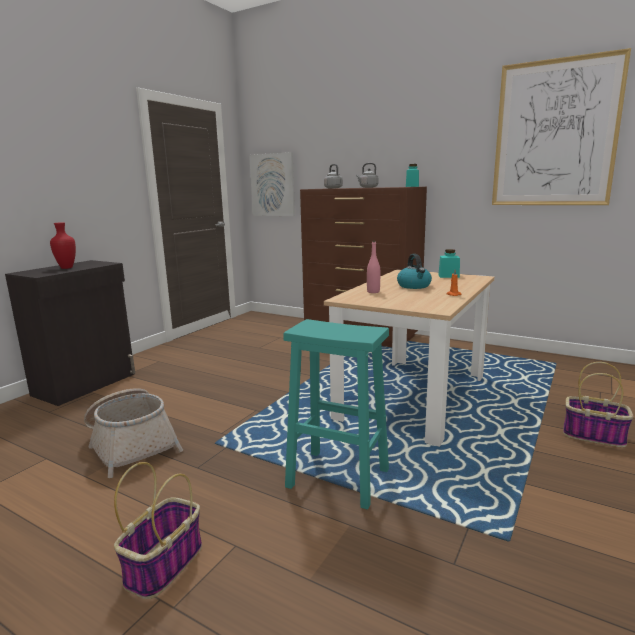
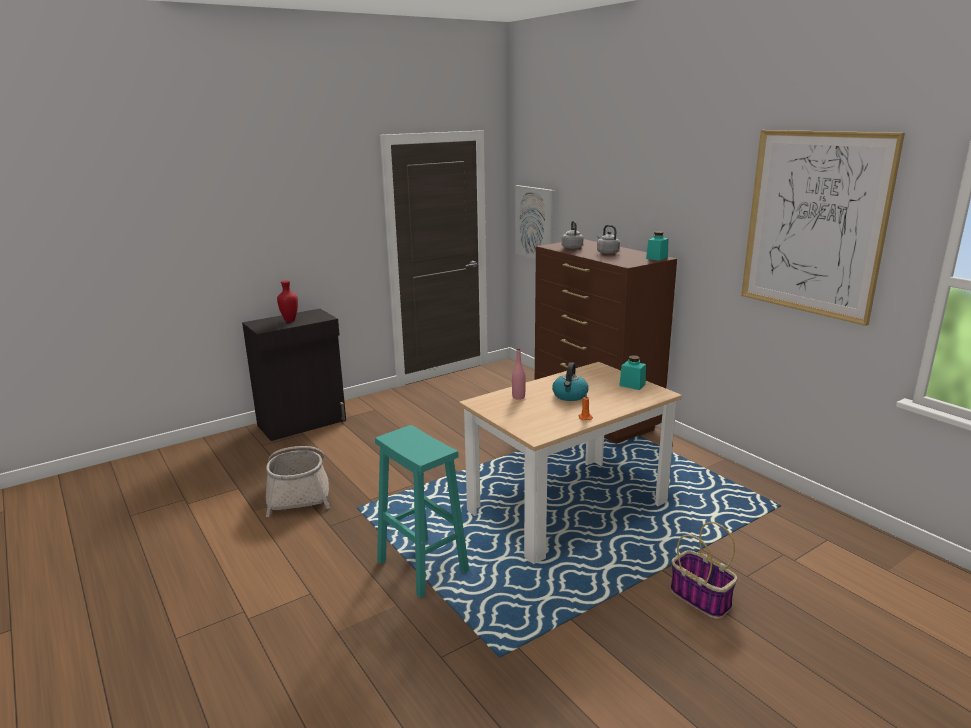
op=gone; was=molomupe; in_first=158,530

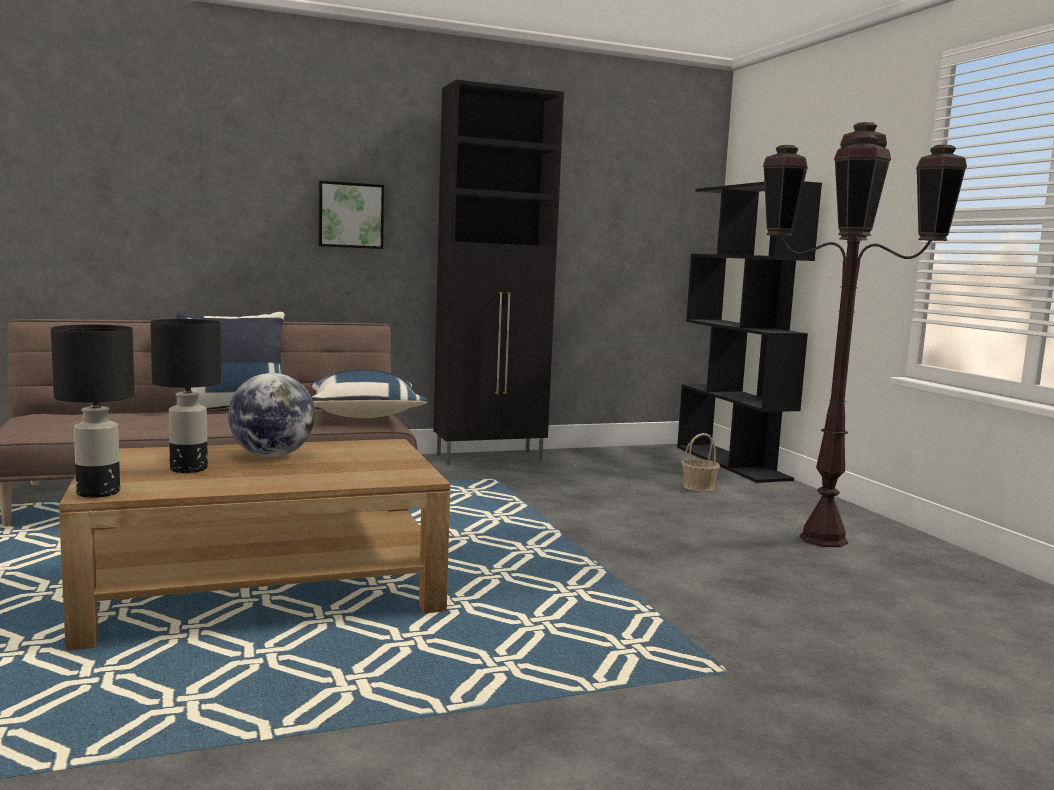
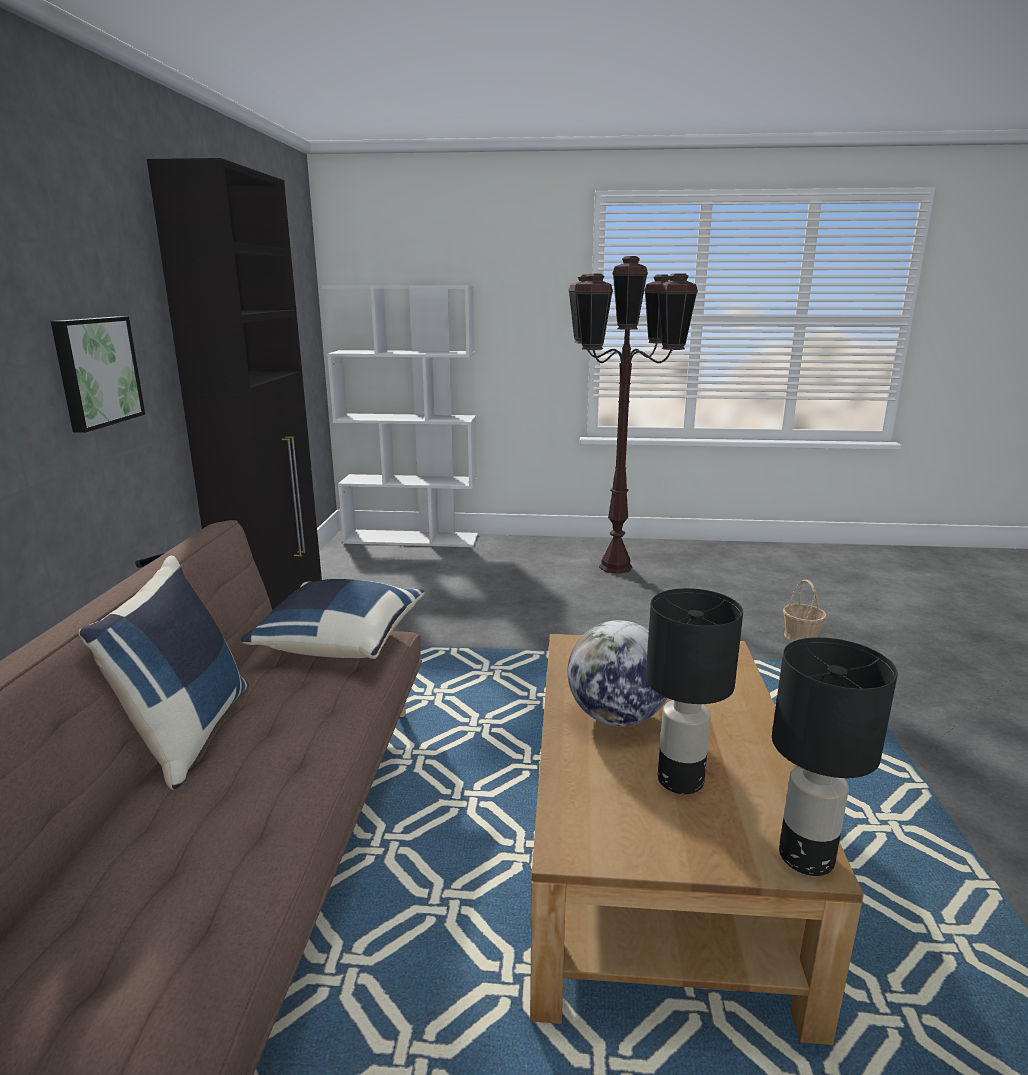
op=shifted; was=molomupe; in_first=700,462; in_second=805,610
op=repainted; was=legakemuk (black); now=legakemuk (white); in_first=749,332; in_second=400,416

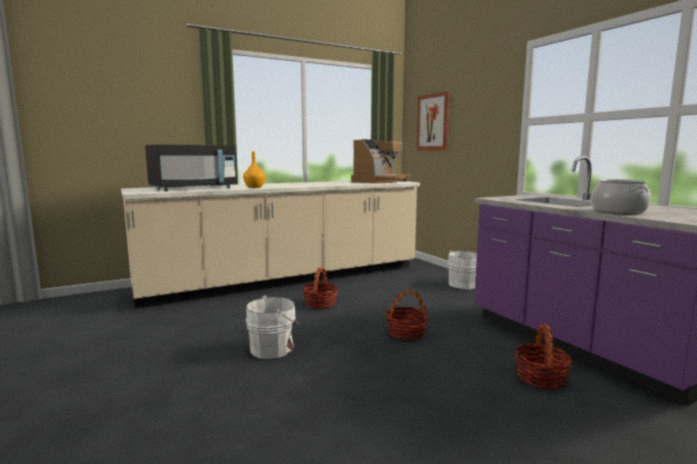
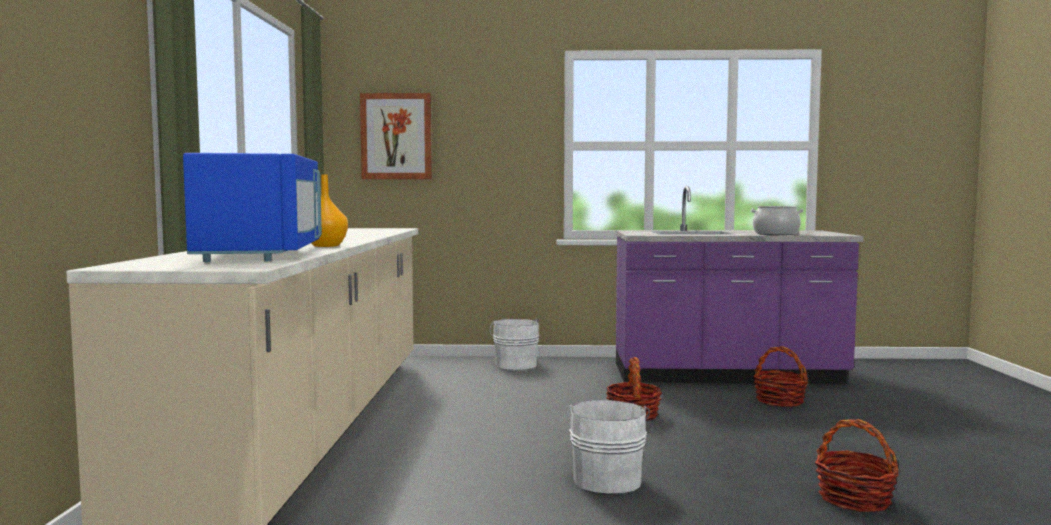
op=gone; was=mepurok; in_first=380,161
op=shifted; was=molomupe; in_first=320,288; in_second=857,465
op=repainted; was=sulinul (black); now=sulinul (blue); in_first=191,167; in_second=252,207

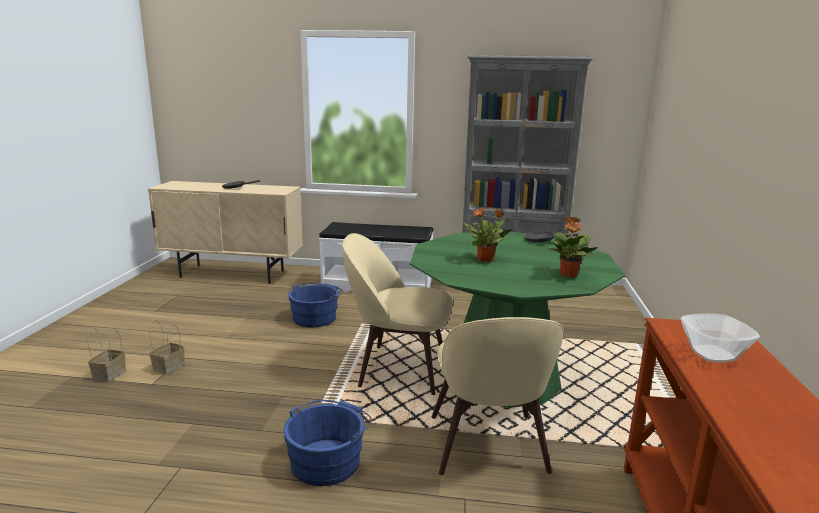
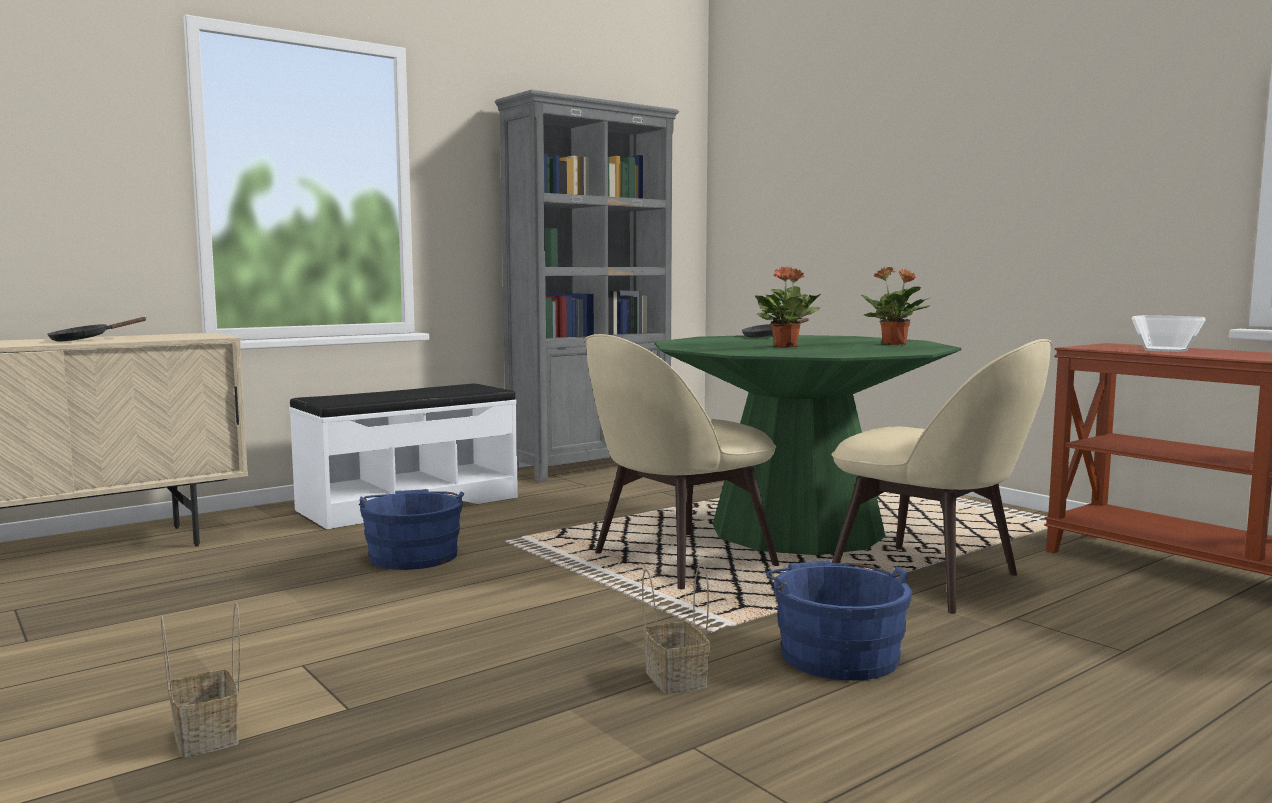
op=shifted; was=molomupe; in_first=167,347; in_second=676,628

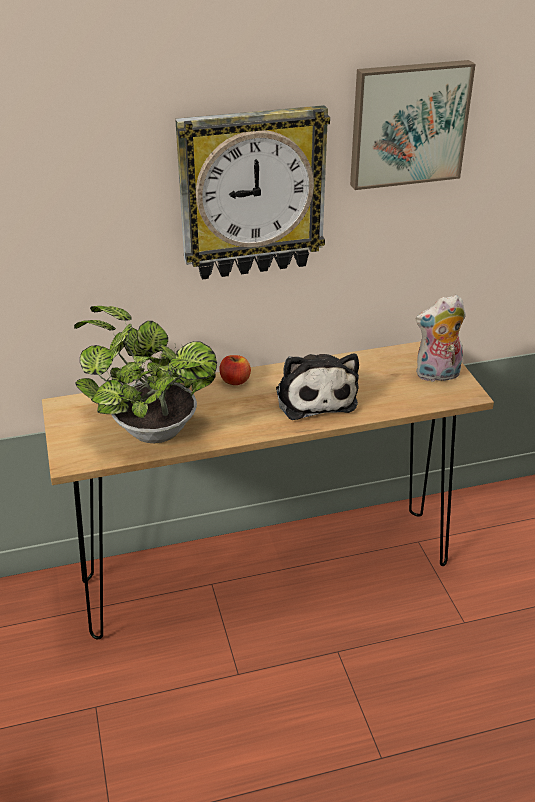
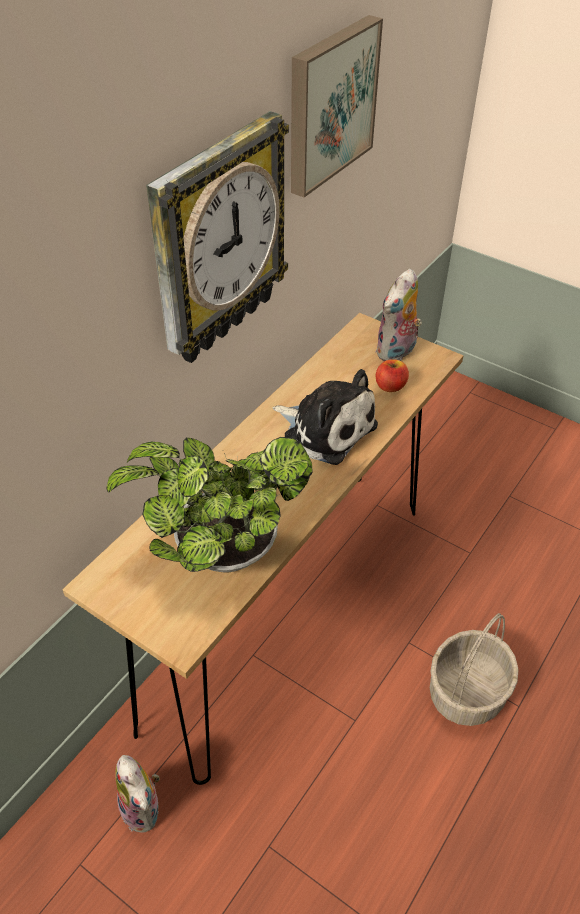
op=new; now=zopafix; in_second=137,793
op=new; now=molomupe; in_second=474,669
op=shifted; was=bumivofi; in_first=235,370; in_second=392,375

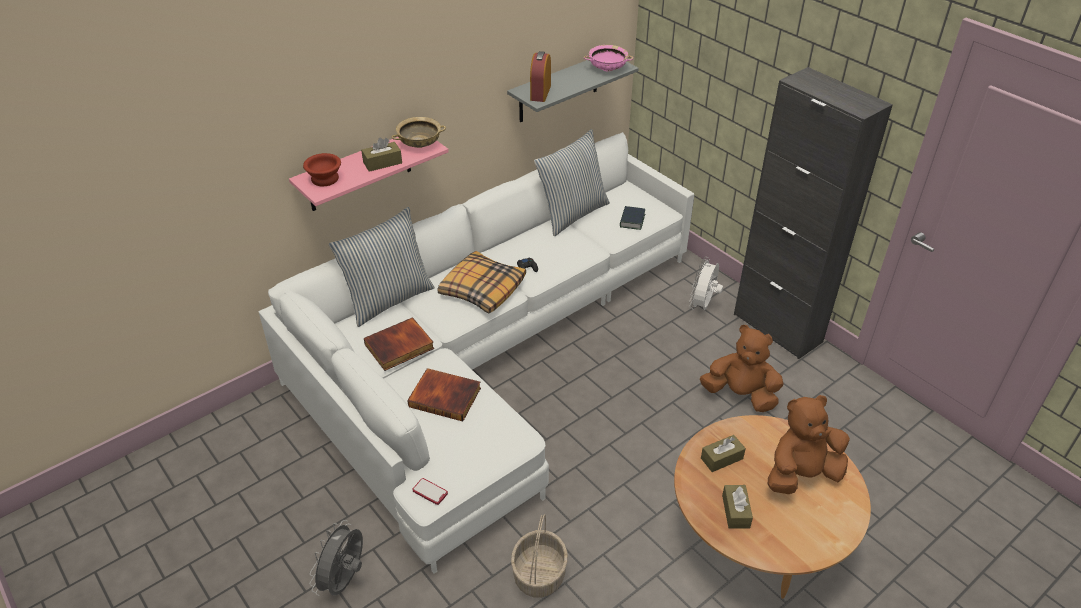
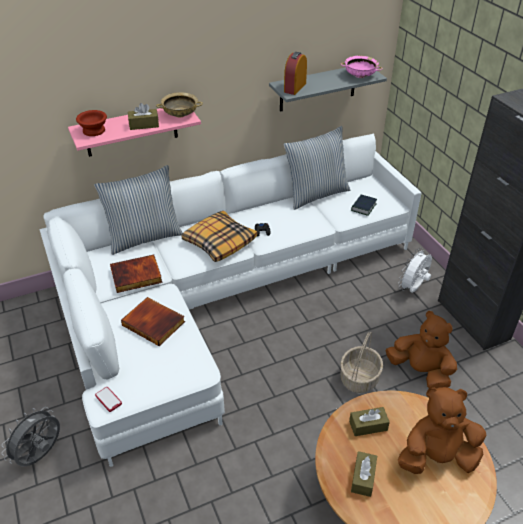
op=shifted; was=molomupe; in_first=539,555; in_second=361,362

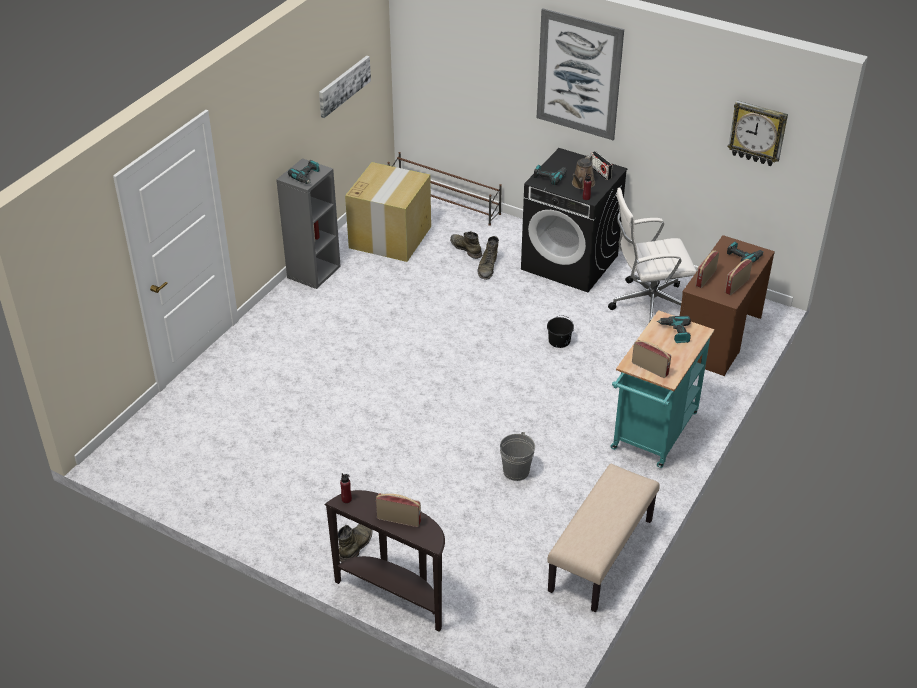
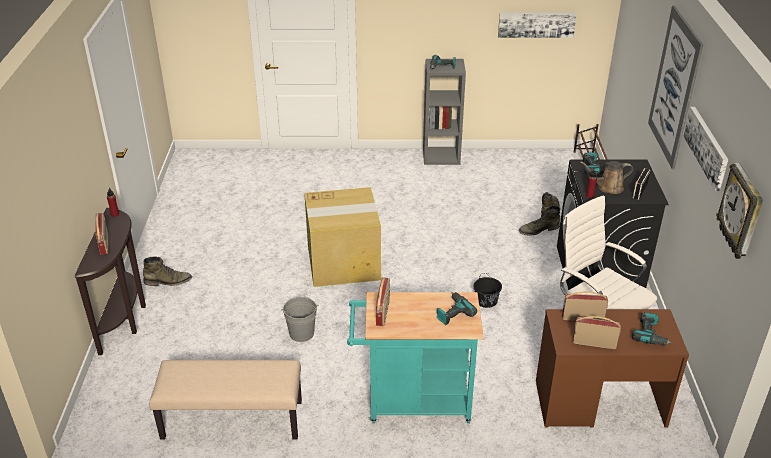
op=new; now=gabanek; in_second=706,149
op=shifted; was=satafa; in_first=388,212; in_second=342,237

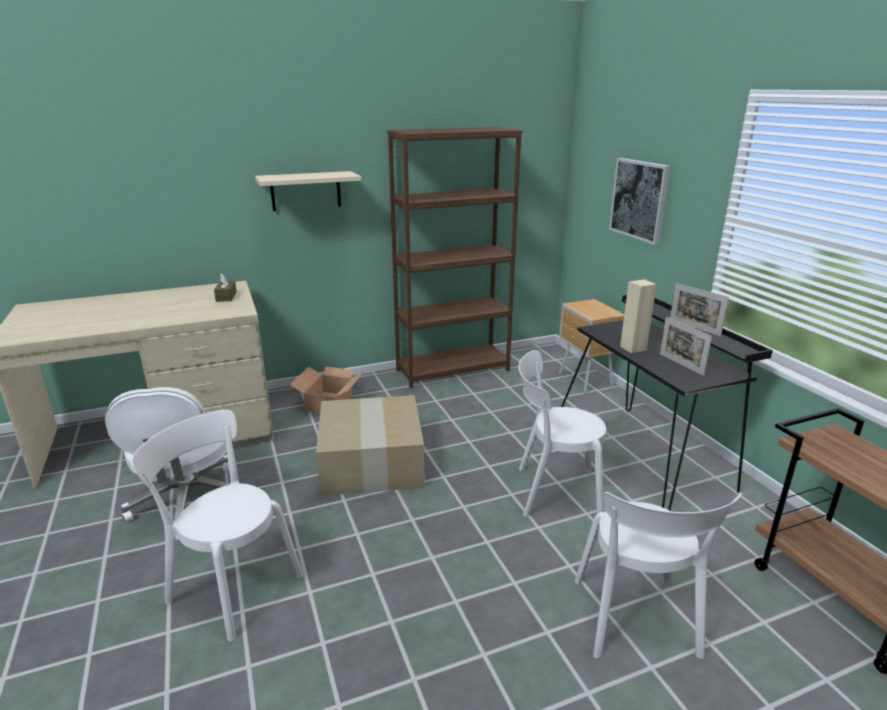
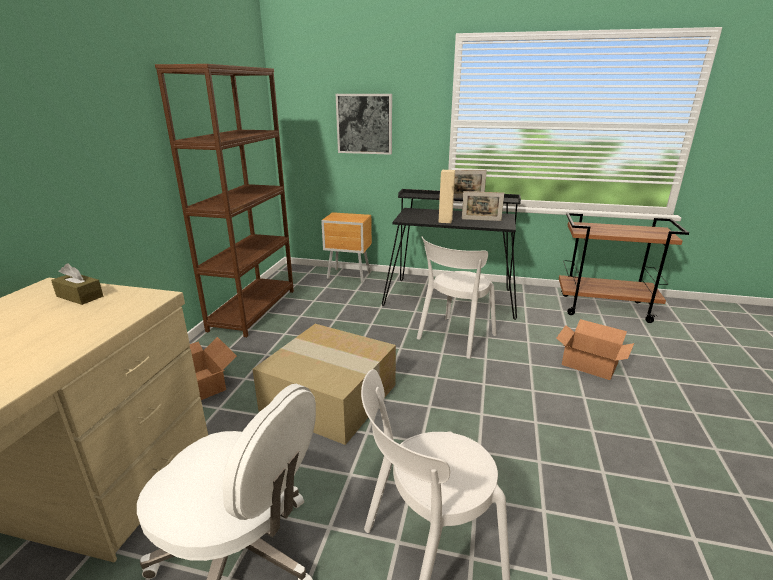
op=gone; was=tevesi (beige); in_first=308,191
op=swapped; was=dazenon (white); now=satafa; in_first=658,575; in_second=595,349

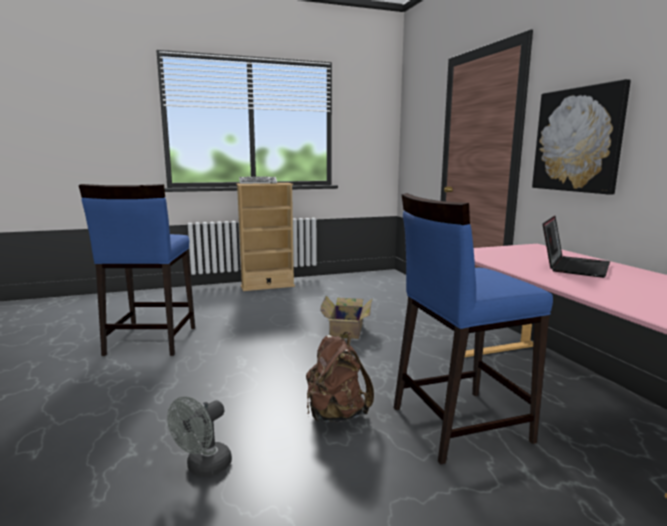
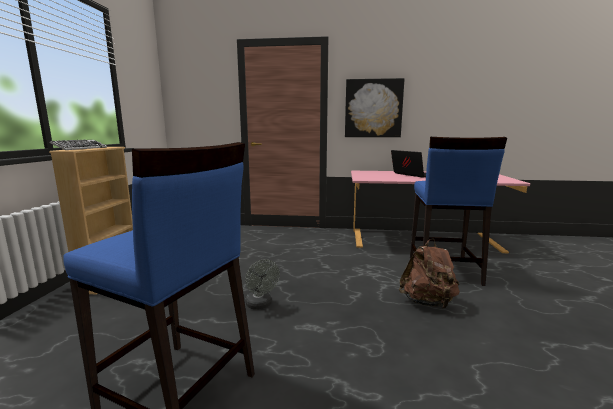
op=gone; was=satafa; in_first=346,317
op=shifted; was=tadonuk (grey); in_first=199,436; in_second=262,284

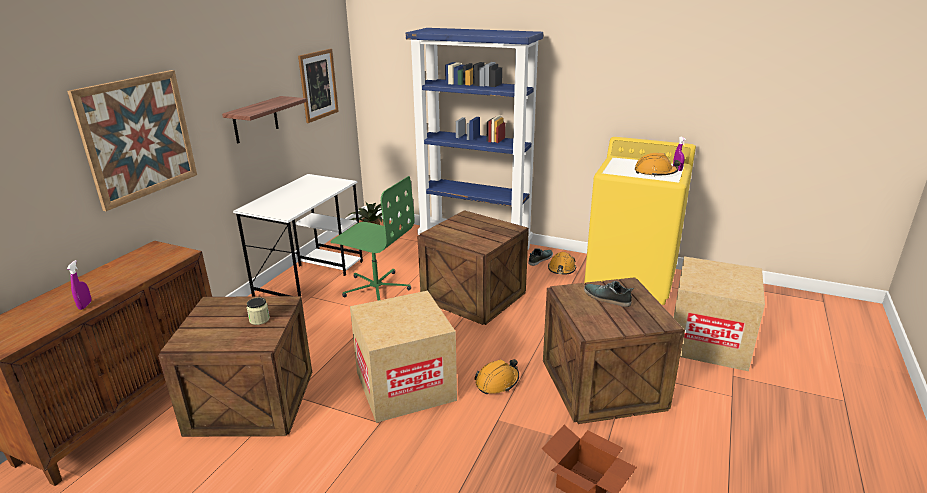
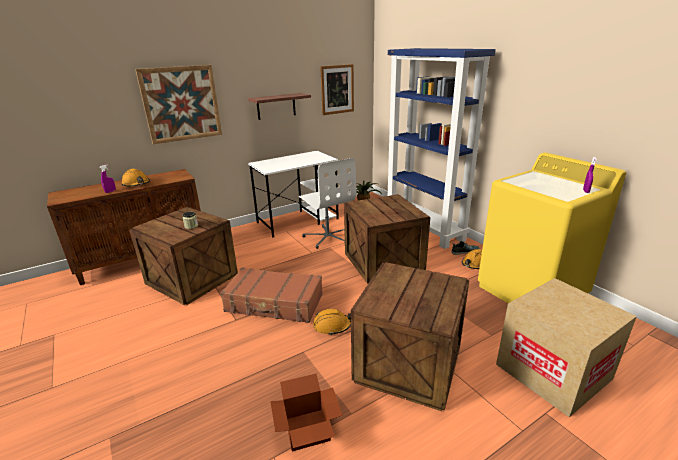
op=gone; was=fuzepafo; in_first=609,294
op=shifted; was=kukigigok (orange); in_first=657,165; in_second=135,178
op=swapped; was=satafa; now=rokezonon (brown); in_first=403,357; in_second=271,295
op=repainted; was=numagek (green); now=numagek (white); in_first=372,238; in_second=327,203

